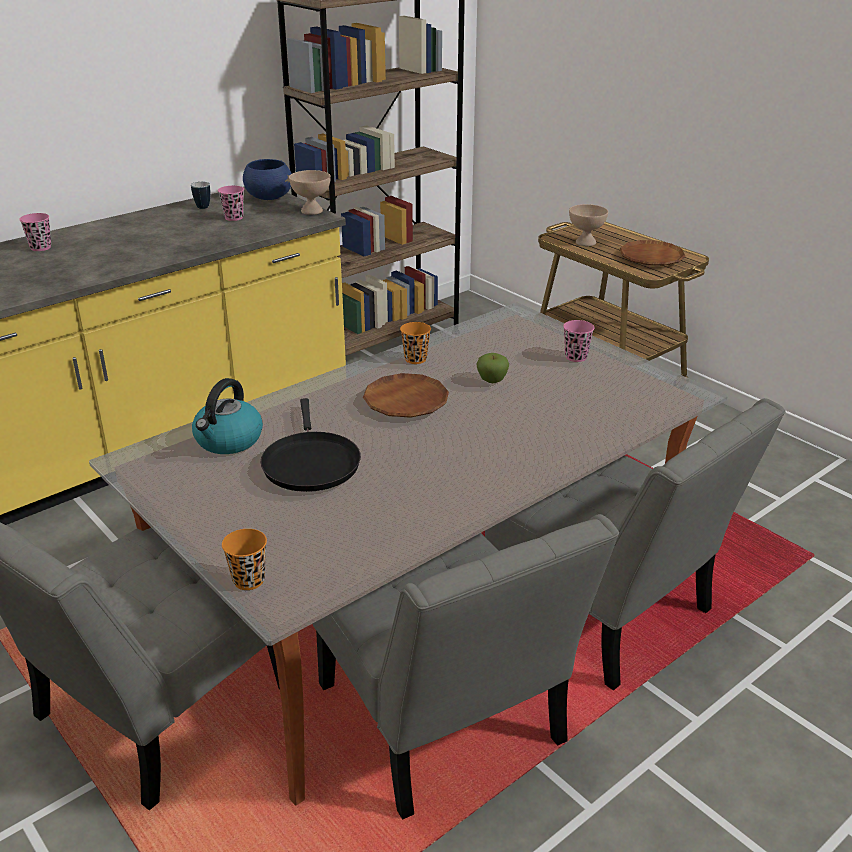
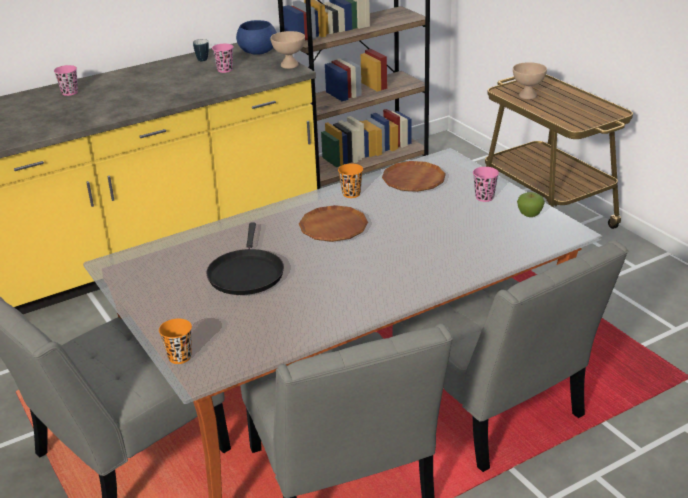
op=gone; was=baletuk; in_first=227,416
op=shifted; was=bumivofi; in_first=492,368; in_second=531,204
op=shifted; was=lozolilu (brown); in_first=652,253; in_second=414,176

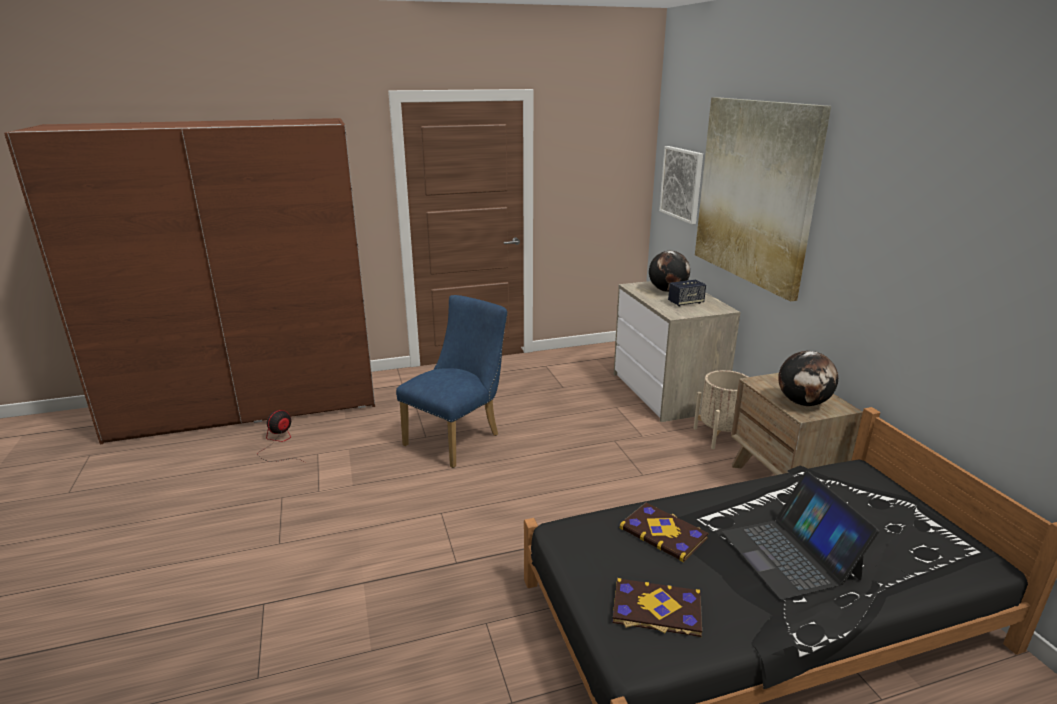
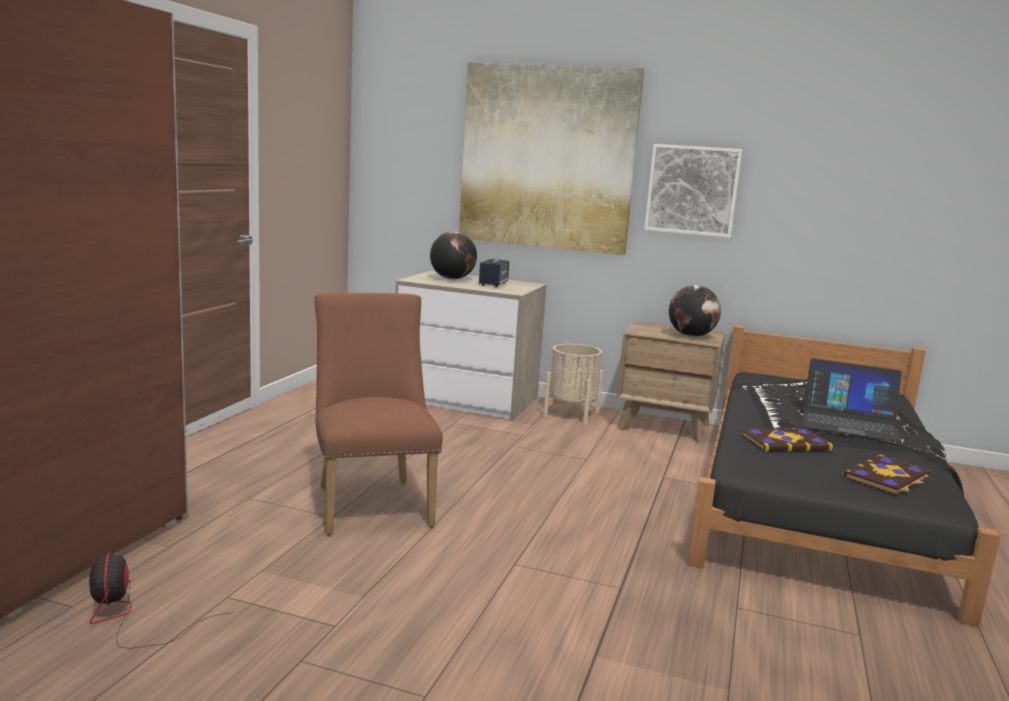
op=shifted; was=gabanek; in_first=681,185; in_second=693,191
op=repainted; was=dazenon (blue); now=dazenon (brown); in_first=452,381; in_second=379,414

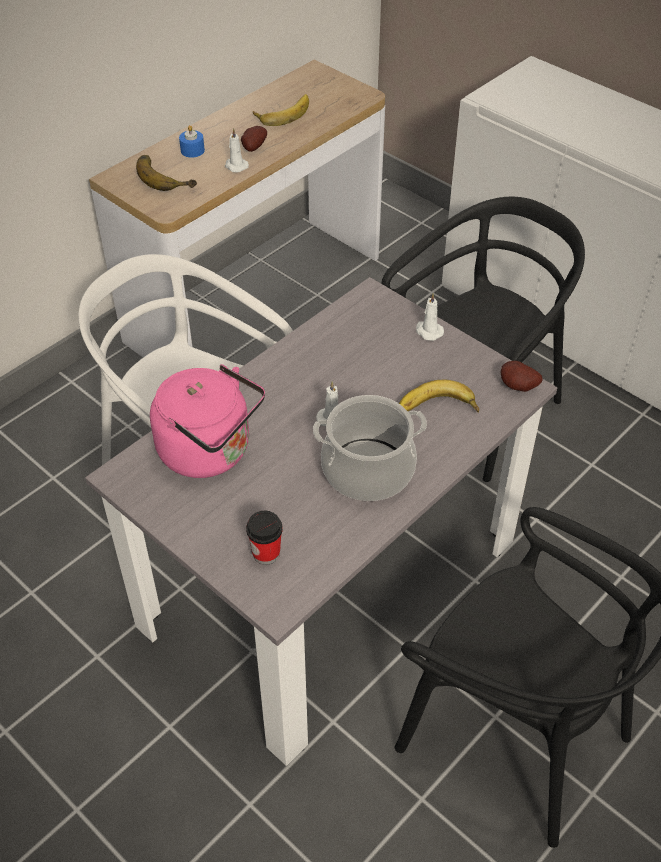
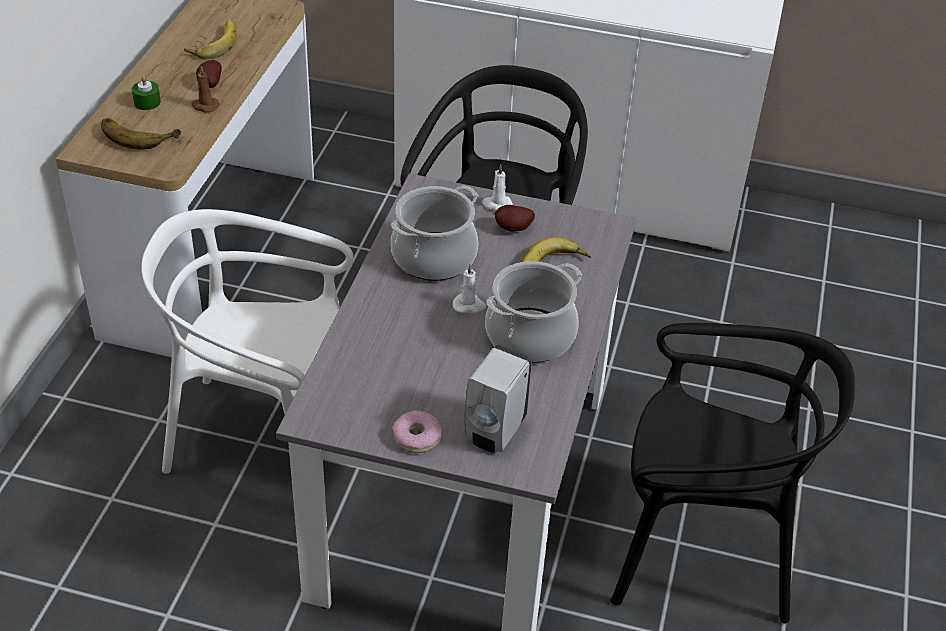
op=gone; was=baletuk (pink); in_first=207,421
op=new; now=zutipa; in_second=434,233
op=new; now=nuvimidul; in_second=417,431
op=shifted; was=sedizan; in_first=521,376; in_second=515,218
op=swapped; was=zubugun; now=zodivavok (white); in_first=264,538; in_second=498,399
op=repainted; was=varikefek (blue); now=varikefek (green); in_first=192,141; in_second=146,93
op=repainted; was=varikefek (white); now=varikefek (brown); in_first=237,150; in_second=205,89

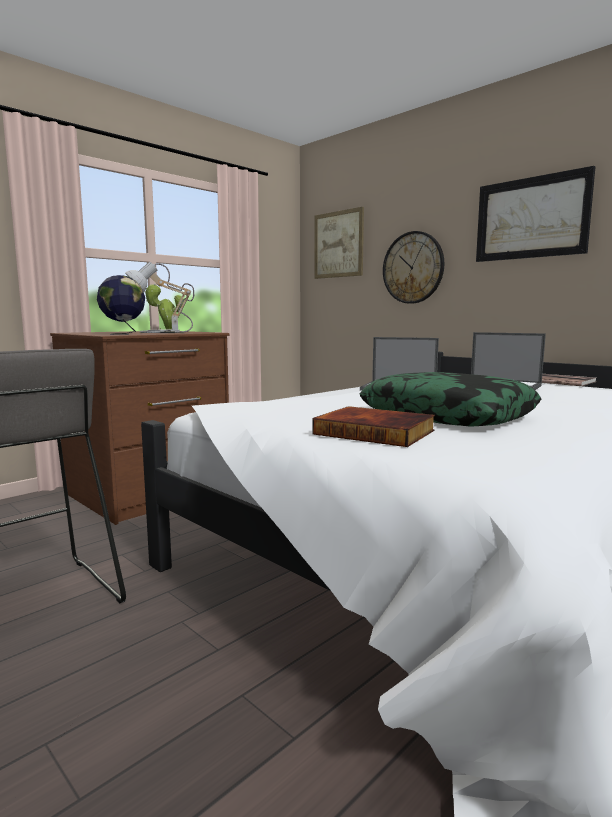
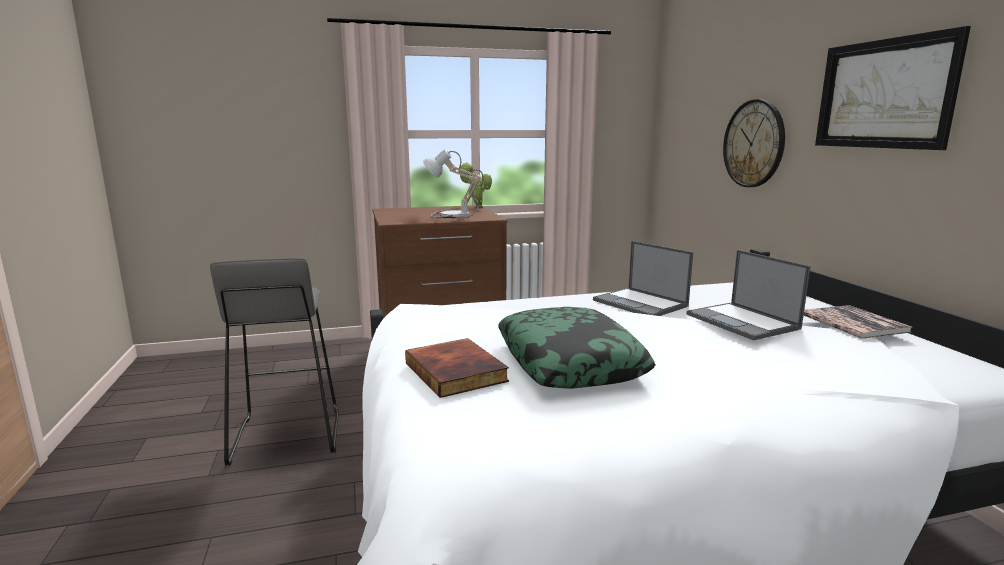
op=gone; was=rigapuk; in_first=121,305
op=gone; was=gabanek; in_first=339,243

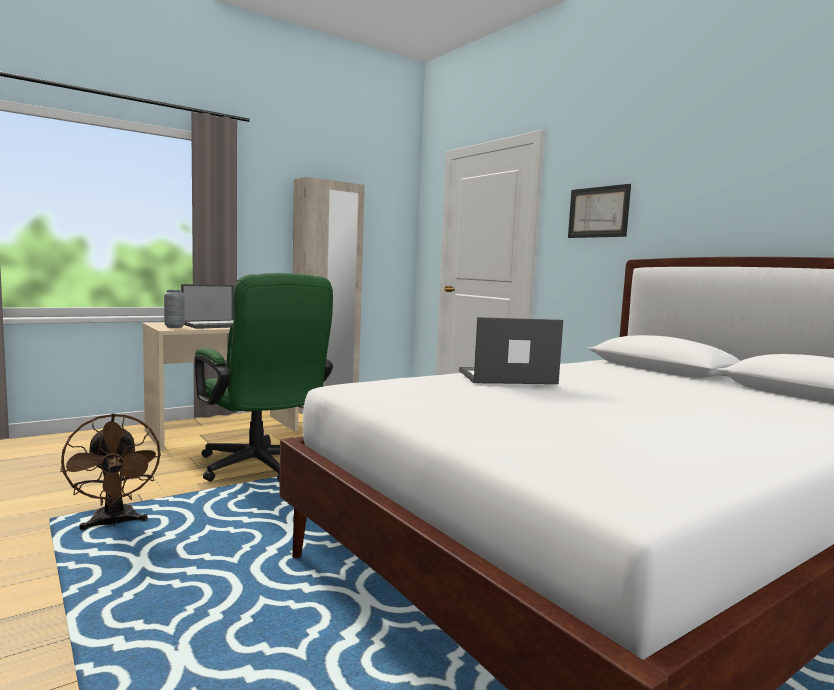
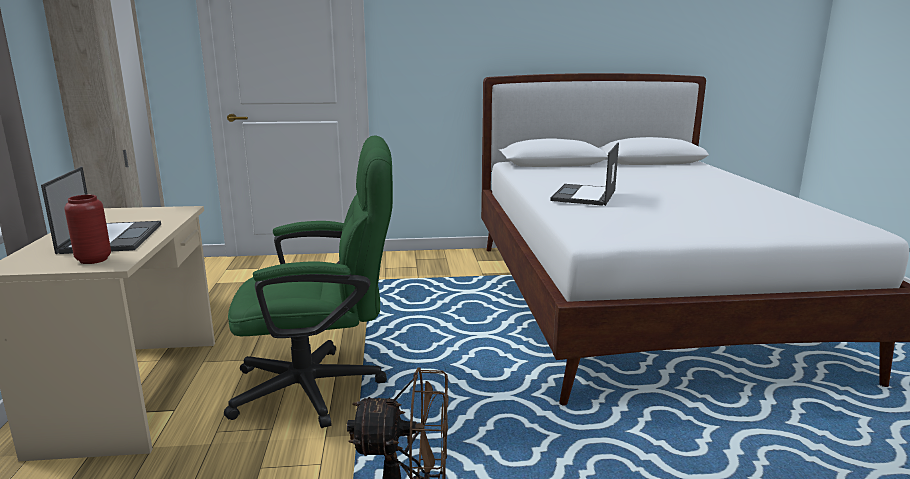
op=gone; was=gabanek; in_first=599,211
op=repainted; was=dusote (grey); now=dusote (red); in_first=174,309; in_second=87,229

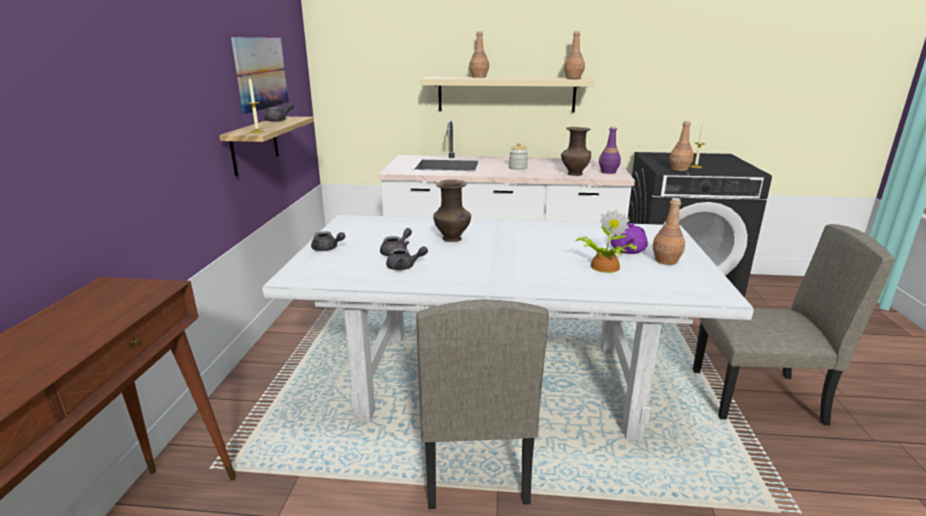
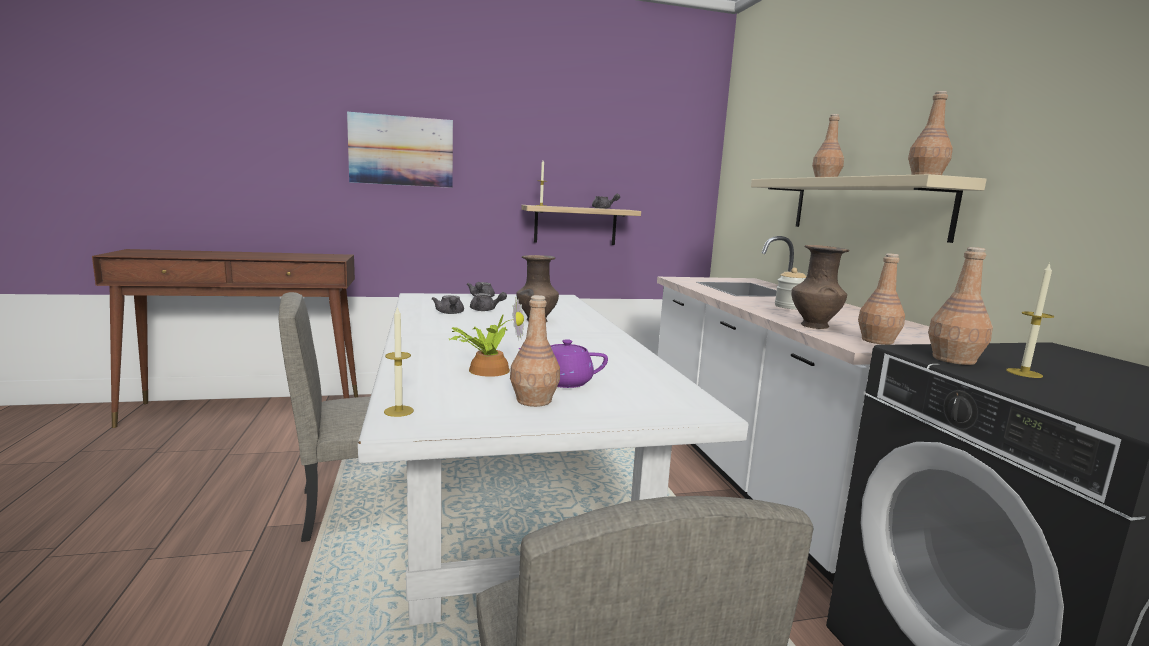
op=new; now=varikefek; in_second=399,361
op=shifted; was=gabanek; in_first=260,75; in_second=400,150
op=repainted; was=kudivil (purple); now=kudivil (brown); in_first=610,150; in_second=881,299

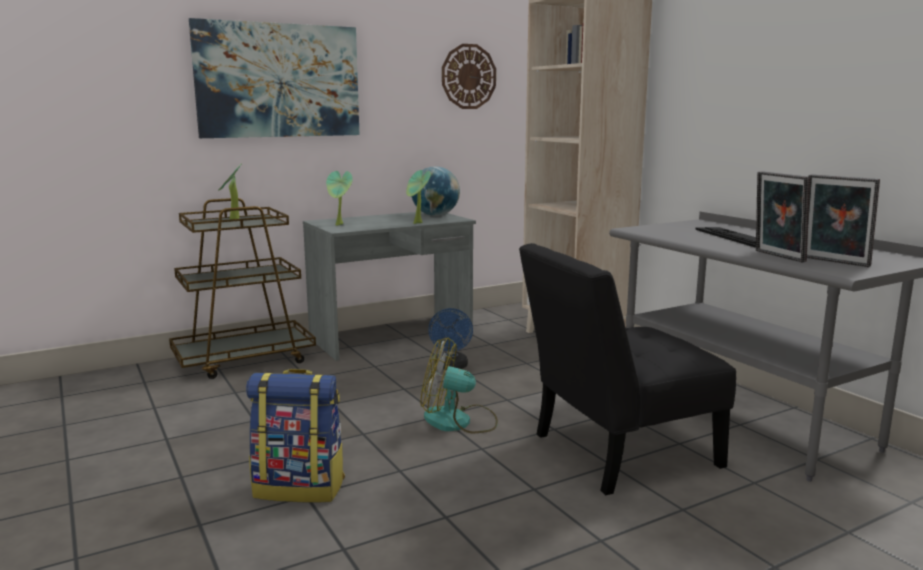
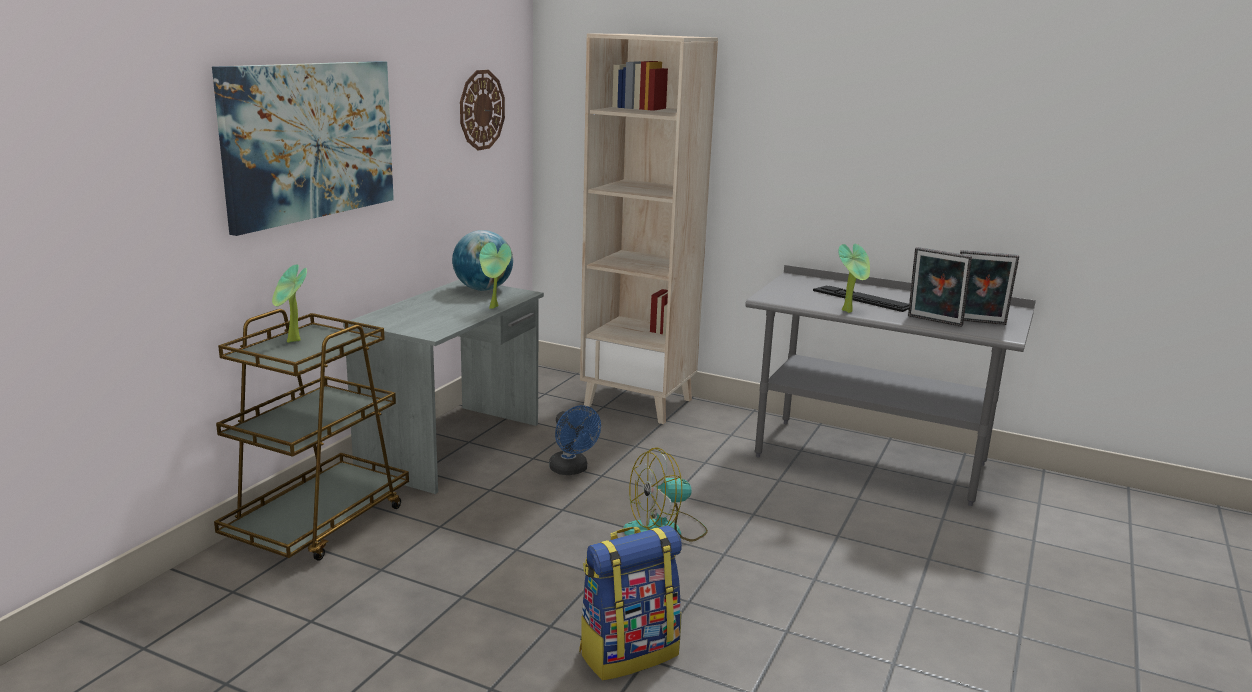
op=gone; was=dazenon (black); in_first=627,369
op=shifted; was=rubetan; in_first=339,198; in_second=854,278

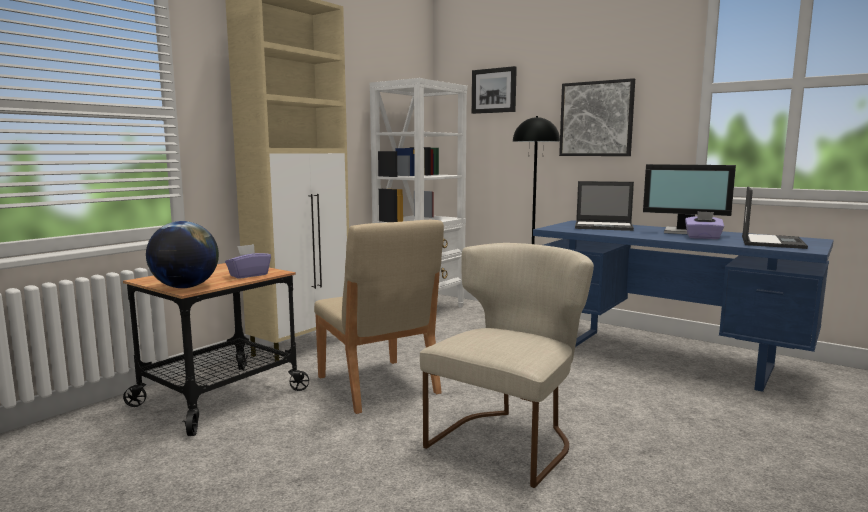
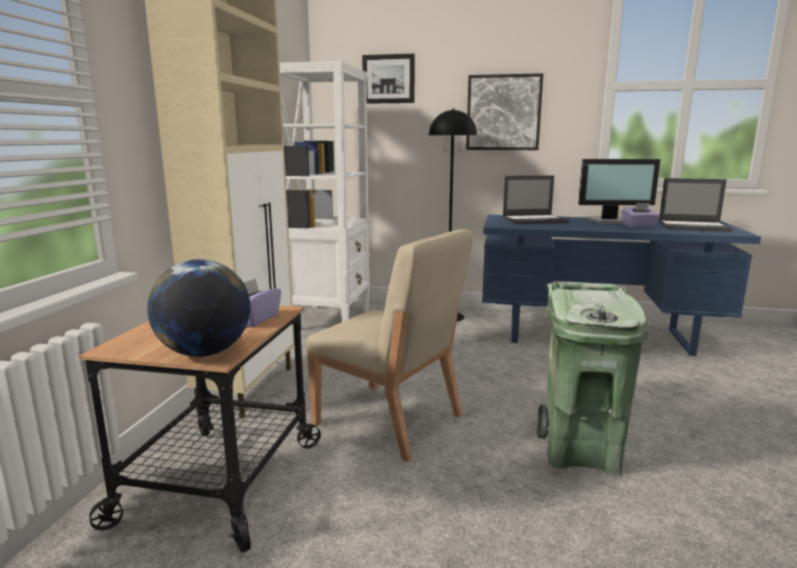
op=swapped; was=dazenon (beige); now=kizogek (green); in_first=507,365; in_second=592,379
op=rotated; was=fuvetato; in_first=775,217; in_second=696,205; clockwise=105

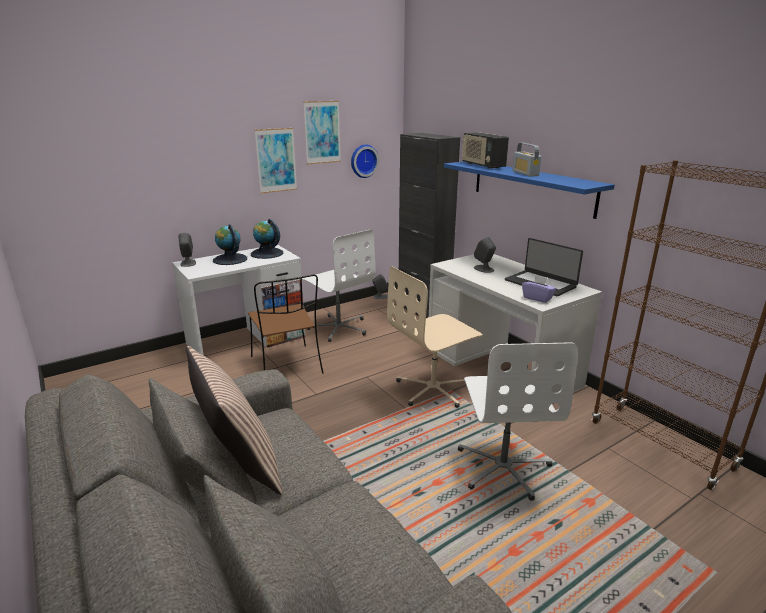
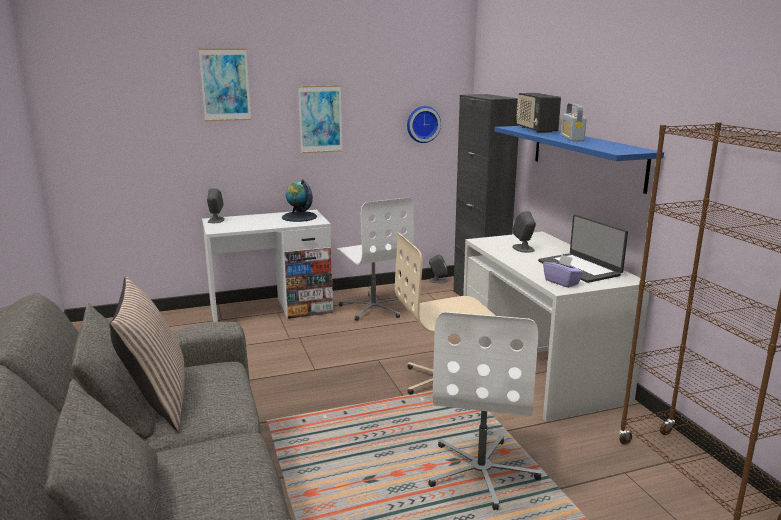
op=gone; was=rigapuk; in_first=230,244
op=gone; was=dazenon (brown); in_first=285,324
op=shifted; was=gabanek; in_first=322,133; in_second=225,85

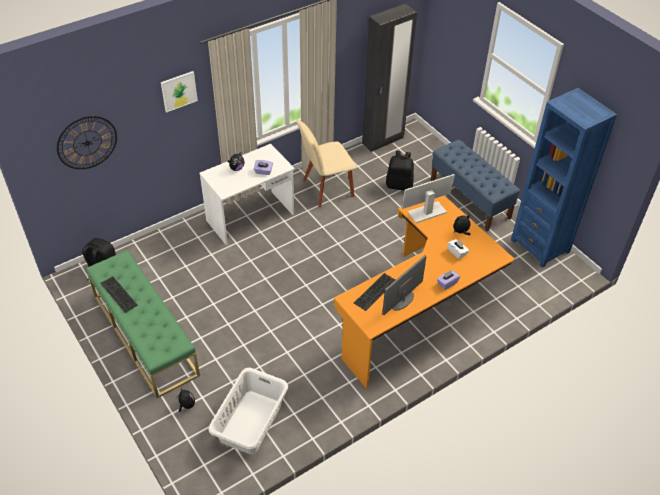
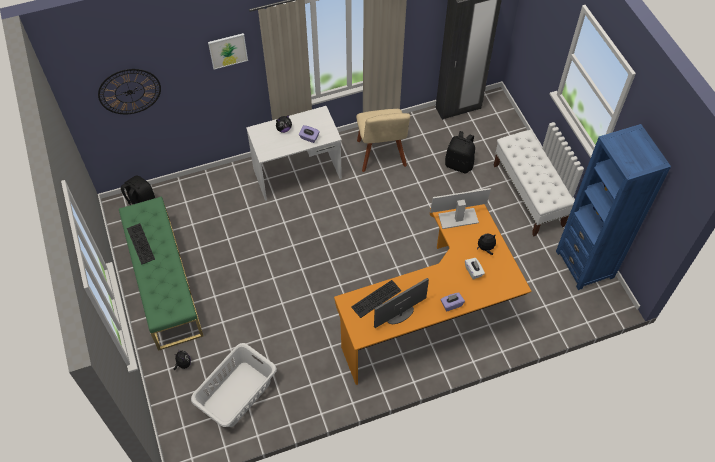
op=repainted; was=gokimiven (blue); now=gokimiven (white); in_first=475,185; in_second=533,183
op=rotated; was=dazenon (beige); in_first=326,163; in_second=383,140; clockwise=-90

